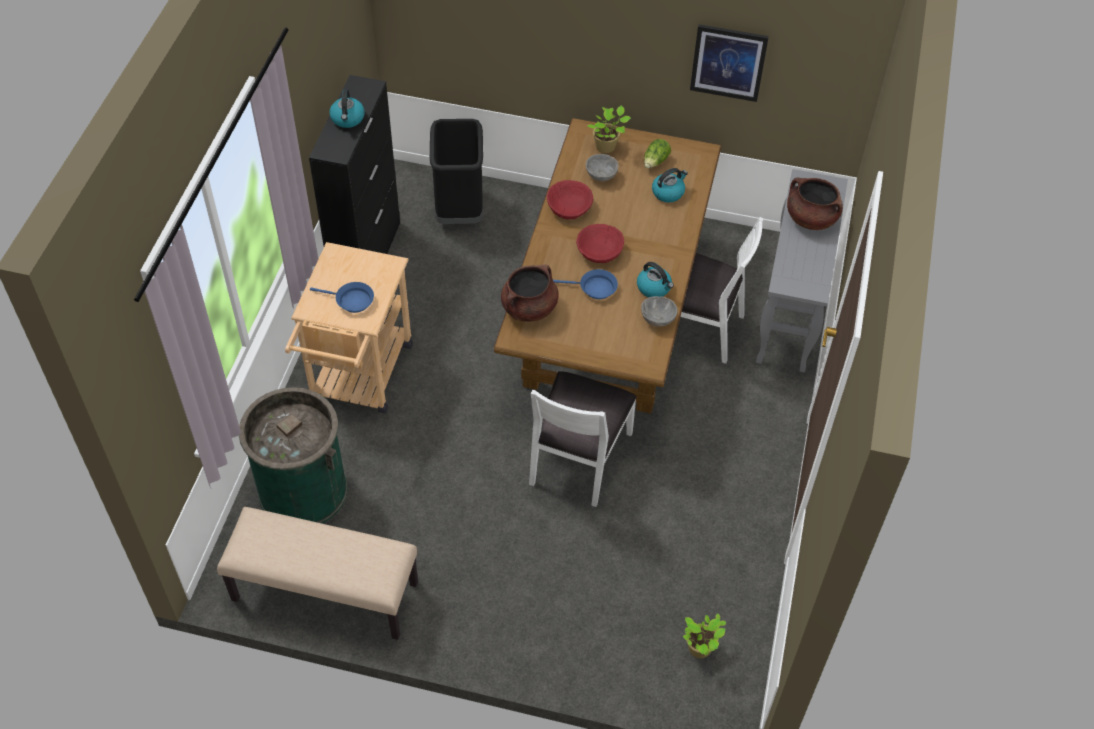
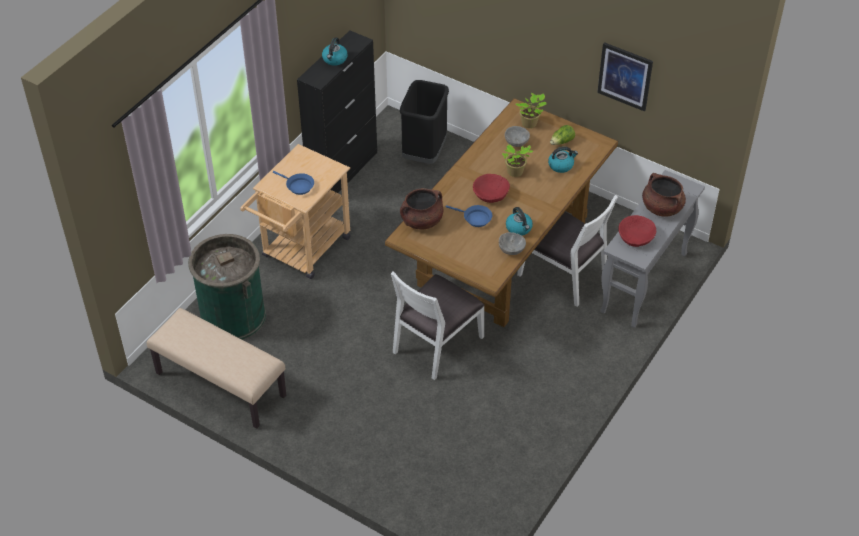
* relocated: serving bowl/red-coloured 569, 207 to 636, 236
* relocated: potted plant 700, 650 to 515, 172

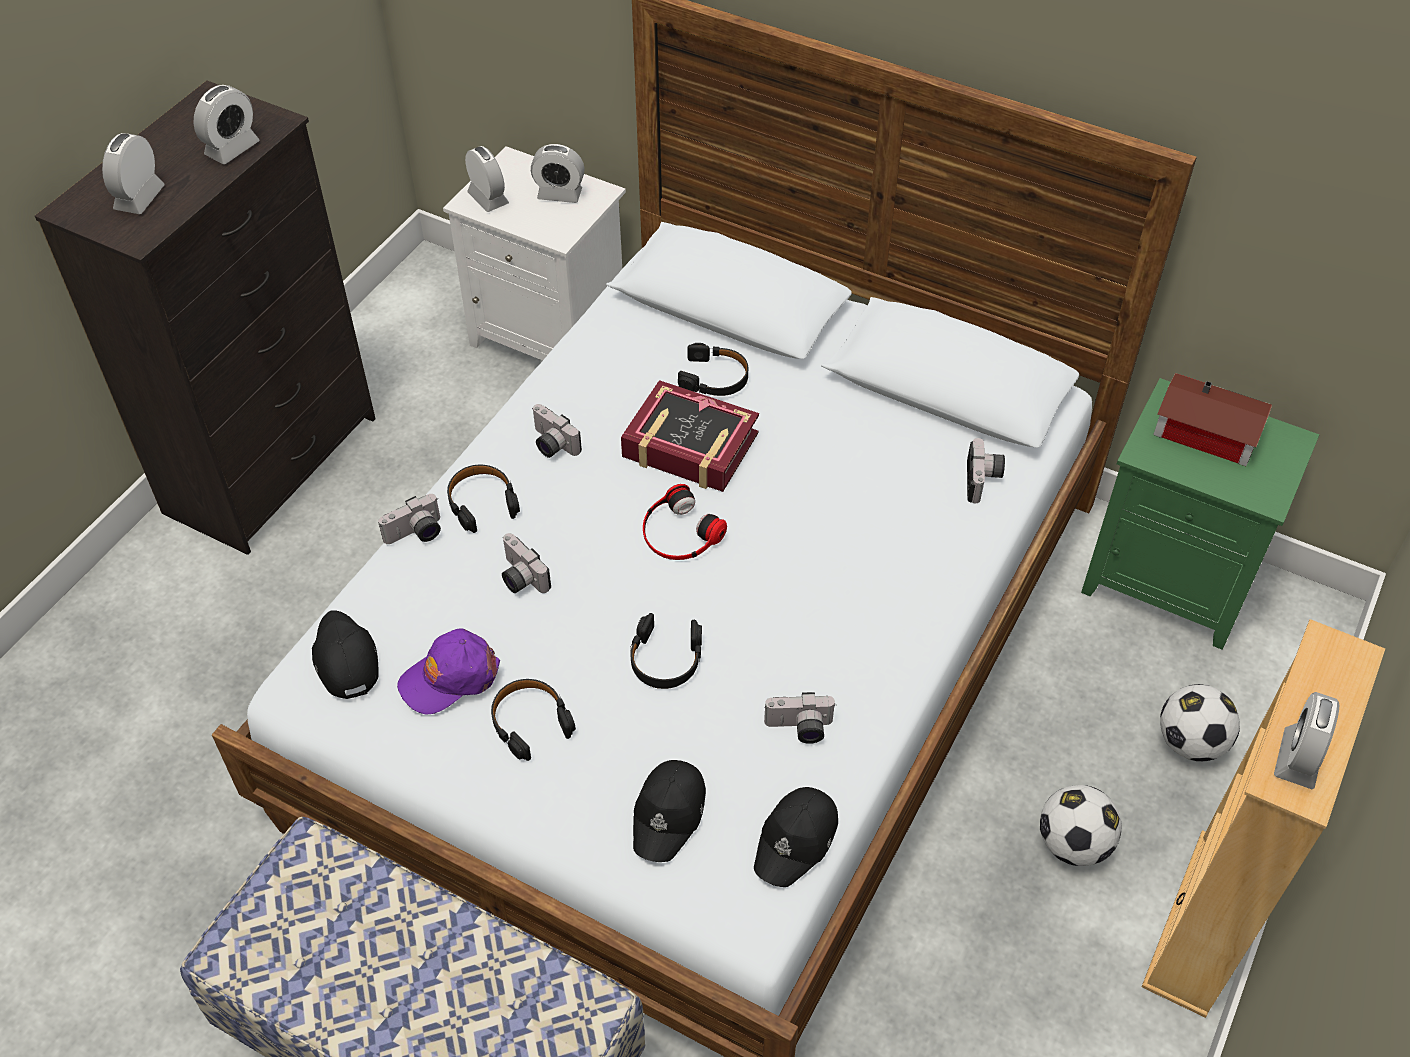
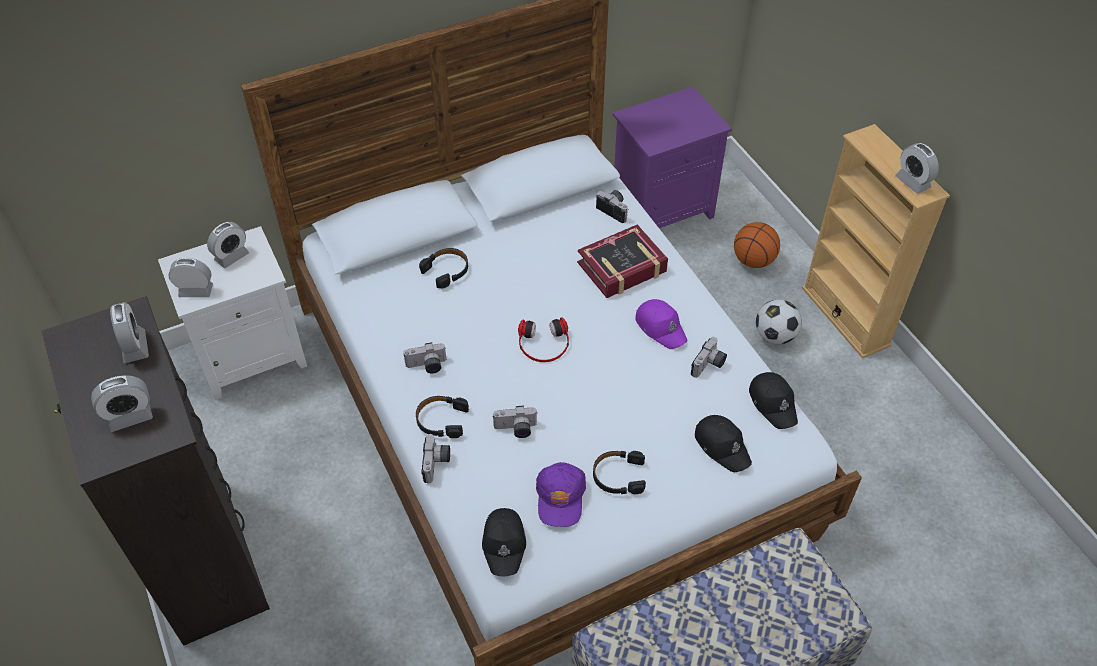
* spun: bedside clock 139, 198 = 130, 416 75 degrees counterclockwise
* missing: model house 1208, 435
* colour: night table/green 1172, 580 to night table/purple-coloured 662, 209
* relocated: volume 689, 446 to 622, 268
* spun: baseball cap/black-coloured 344, 659 = 505, 544 105 degrees counterclockwise
* missing: headset/black-coloured 665, 659
* exchanged: football ball 1190, 742 to basketball 753, 261
* appeared: baseball cap/purple-coloured 661, 327

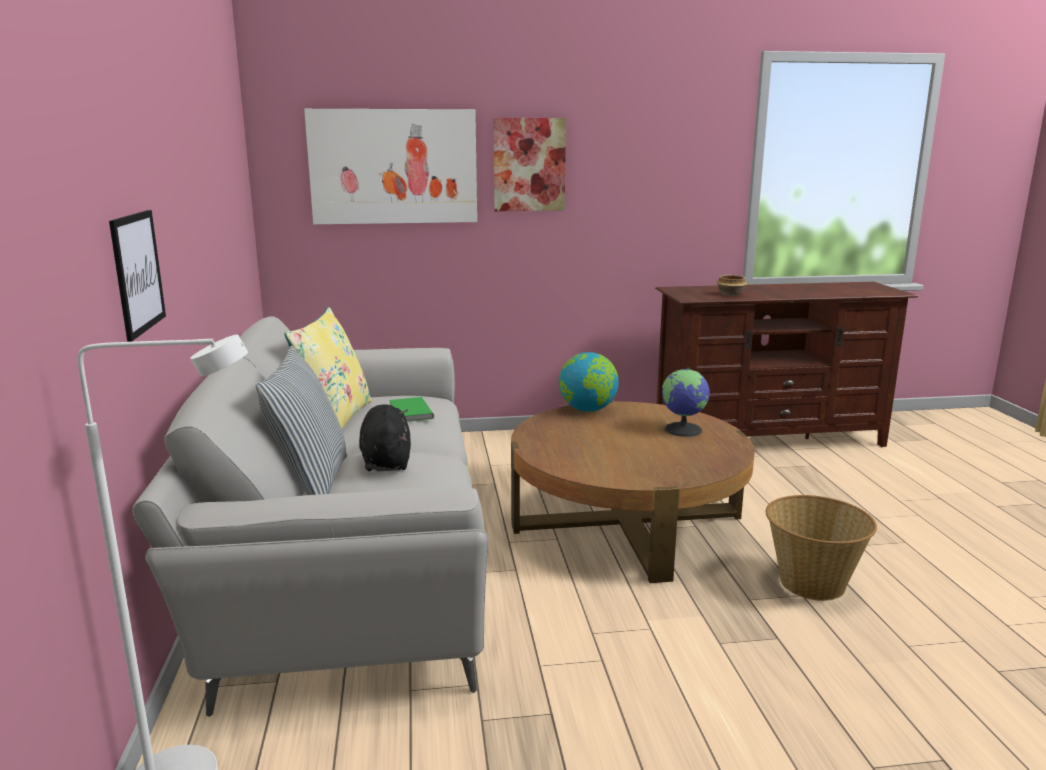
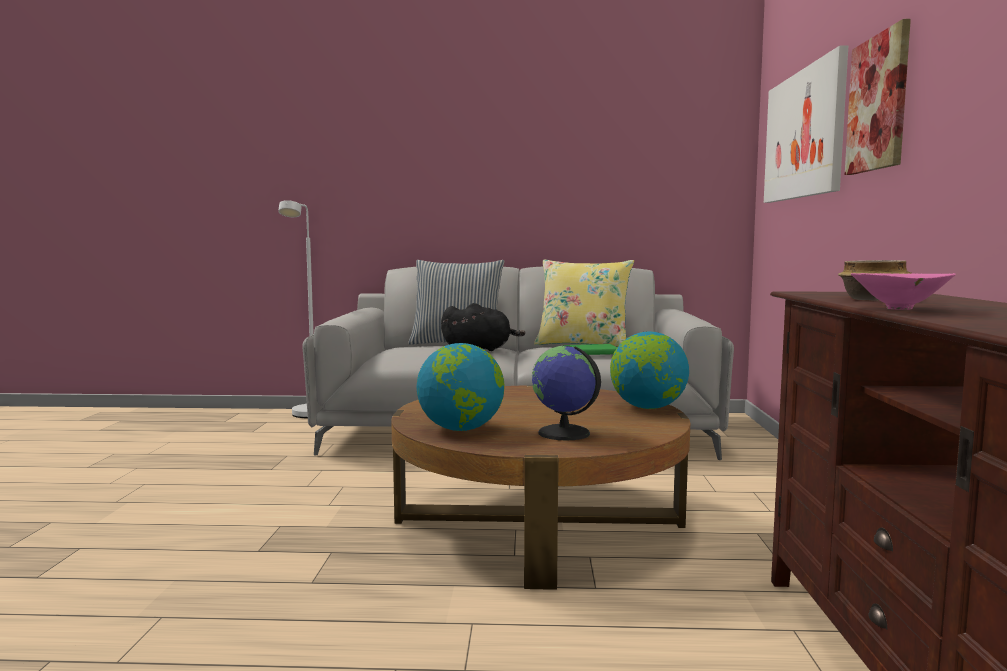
* missing: wall picture 137, 272
* missing: household basket 812, 582
* appeared: serving bowl/pink-coloured 899, 309
* appeared: globe 461, 429

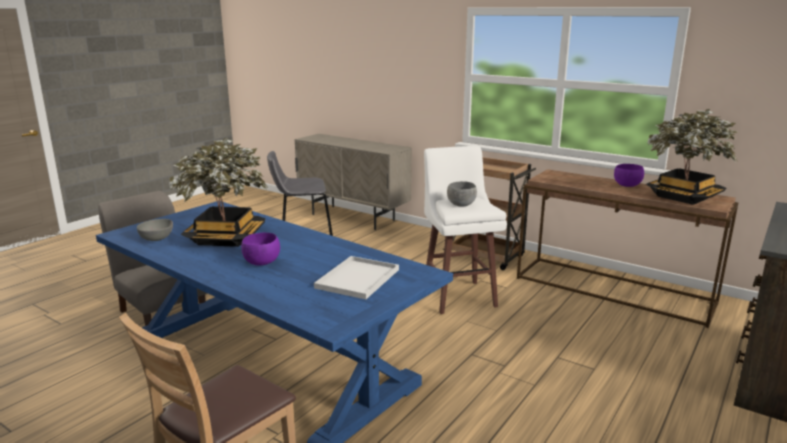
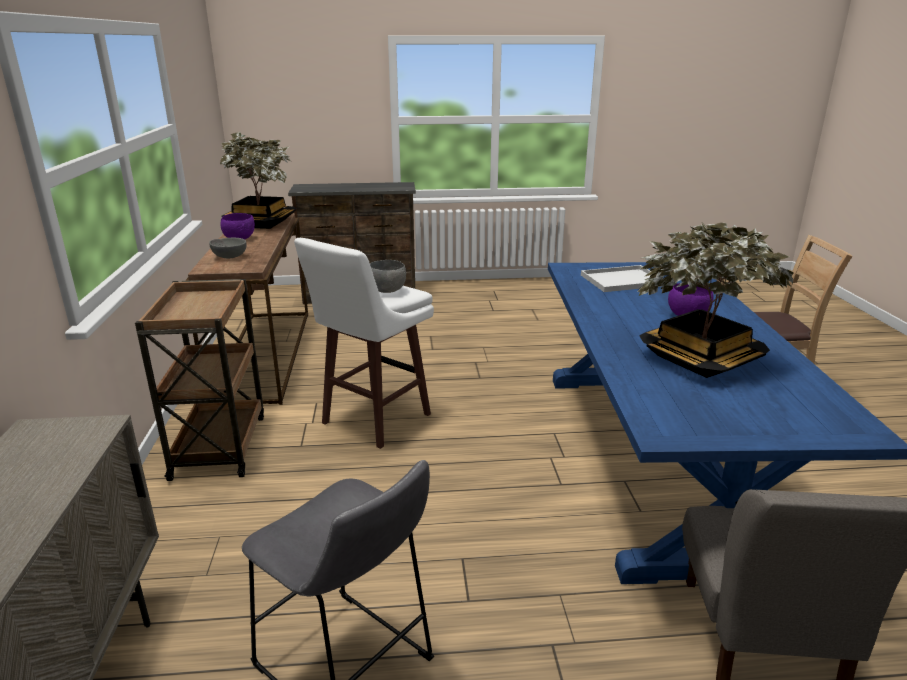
* relocated: serving bowl/greyish 158, 239 to 229, 257

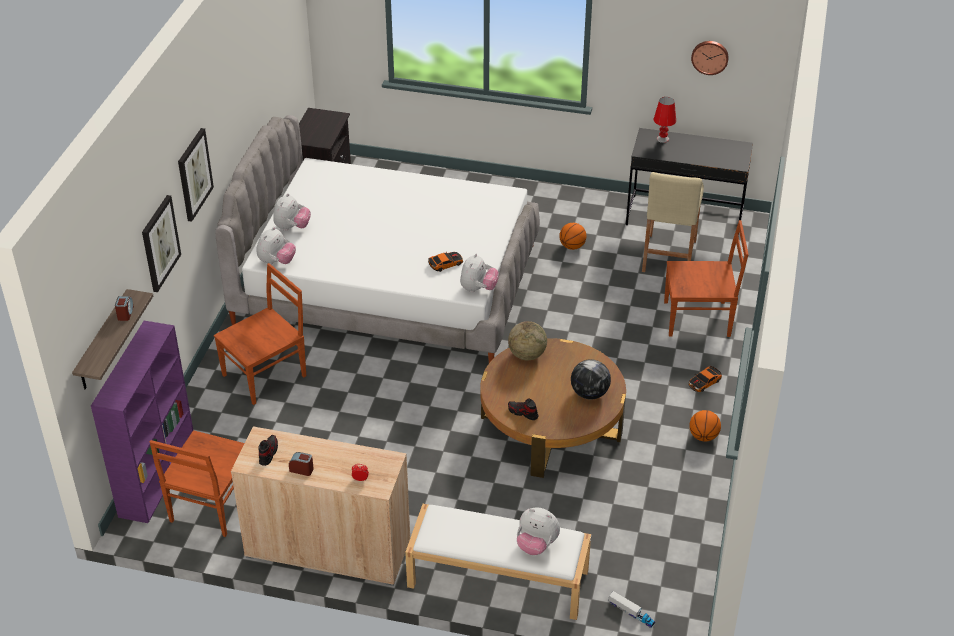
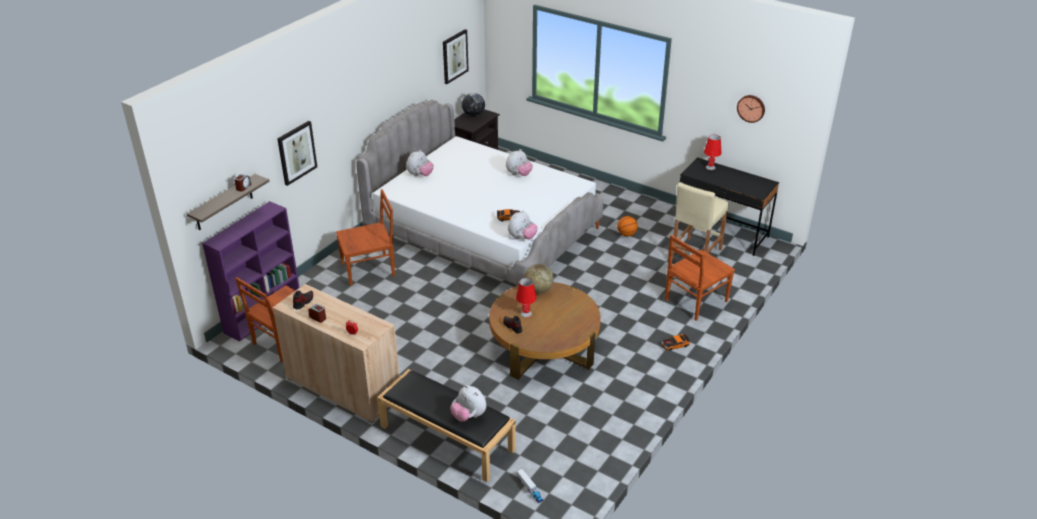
* relocated: wall picture 194, 174 to 454, 56
* spun: plain chair/brownish 699, 319 = 695, 301 120 degrees clockwise
* relocated: soft toy 276, 262 to 519, 174
* relocated: globe 589, 393 to 473, 115
* missing: basketball 703, 436
* colour: long seat/white 497, 578 to long seat/black-coloured 446, 438
* appeared: tabletop lamp/red-coloured 525, 313

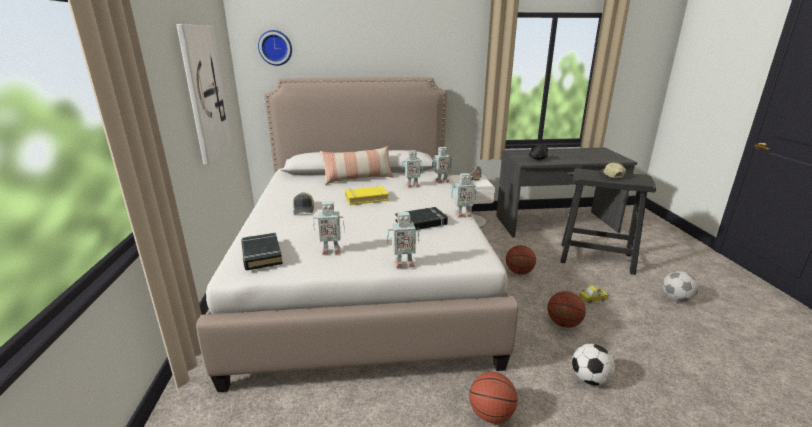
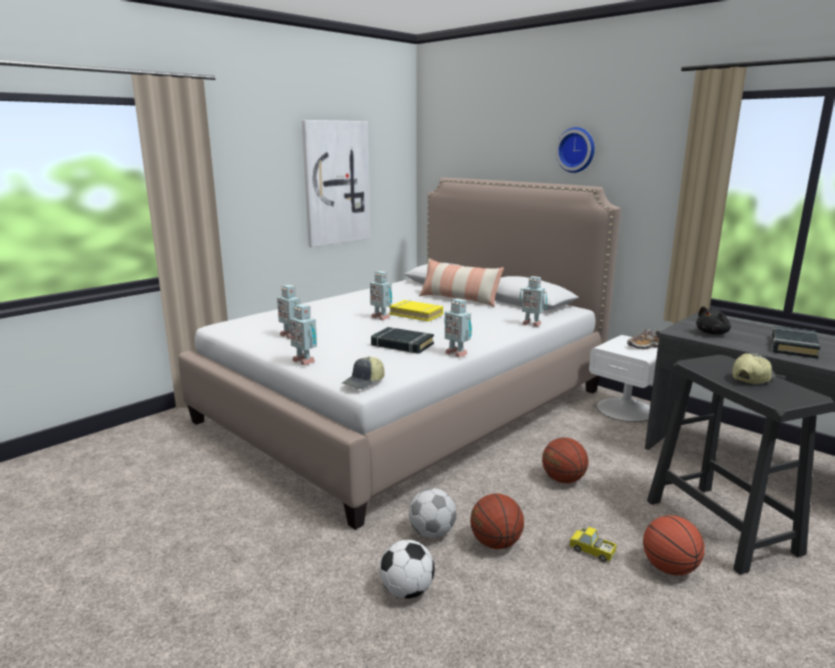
* relocated: clock on the wall 275, 48 to 576, 150
* relocated: toy robot 412, 185 to 381, 317
* relocated: baseball cap 304, 209 to 364, 382
* relocated: volume/black-coloured 261, 255 to 792, 346
* relocated: football ball 676, 299 to 432, 533
* relocated: basketball 491, 414 to 669, 568

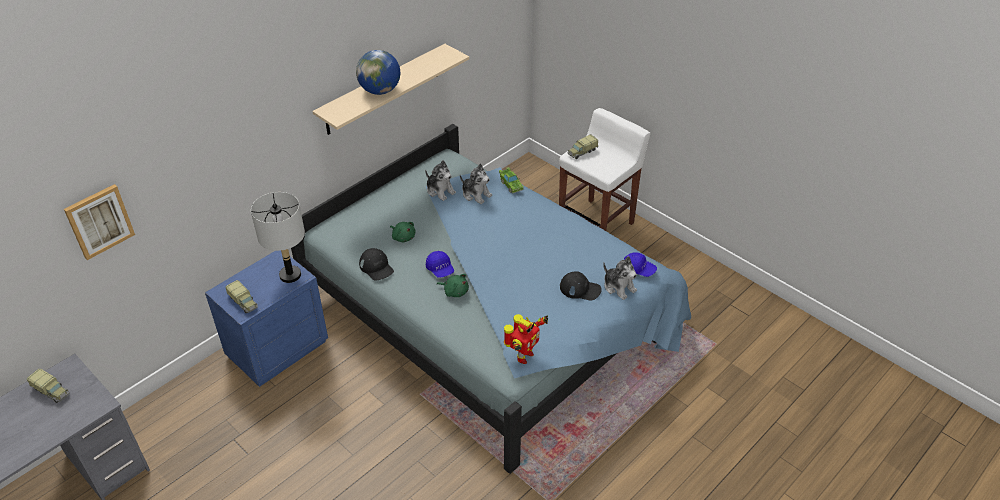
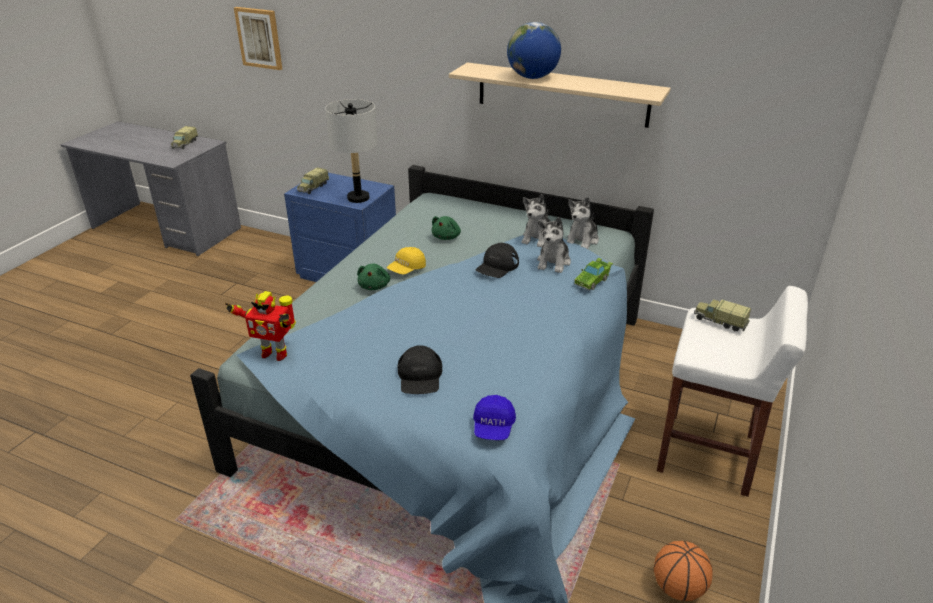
* relocated: baseball cap/black-coloured 376, 267 to 497, 266
* colour: baseball cap/blue-coloured 440, 269 to baseball cap/yellowish 406, 269
* relocated: soft toy 619, 287 to 582, 240
* appeared: basketball 678, 588

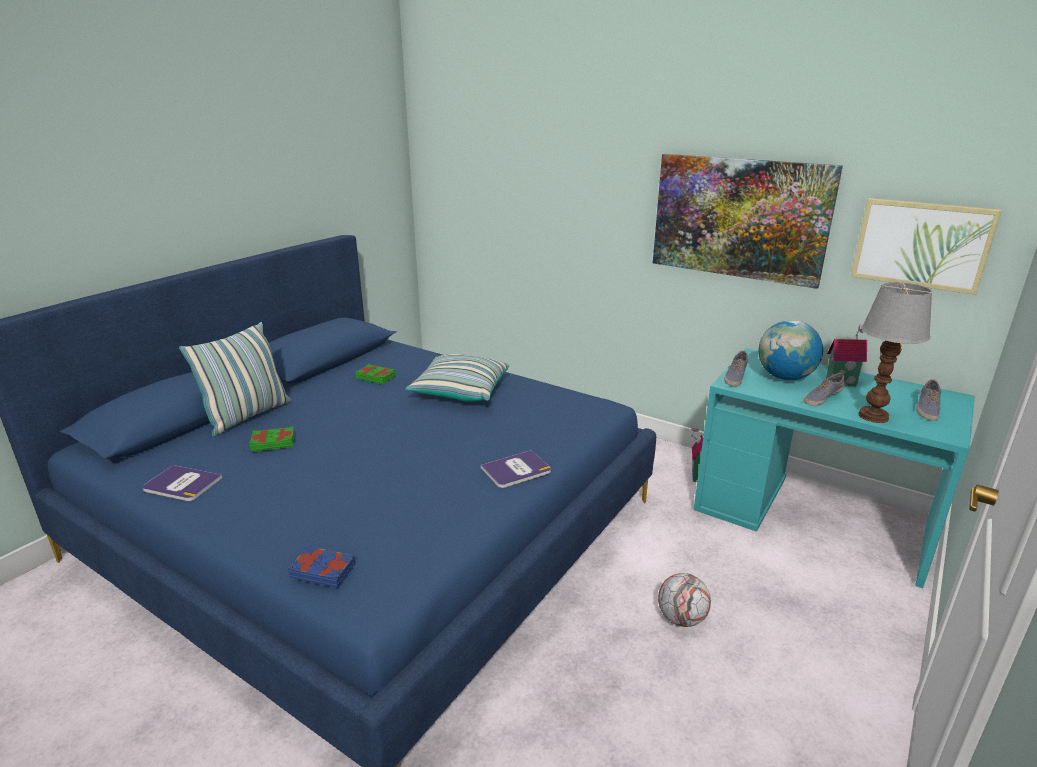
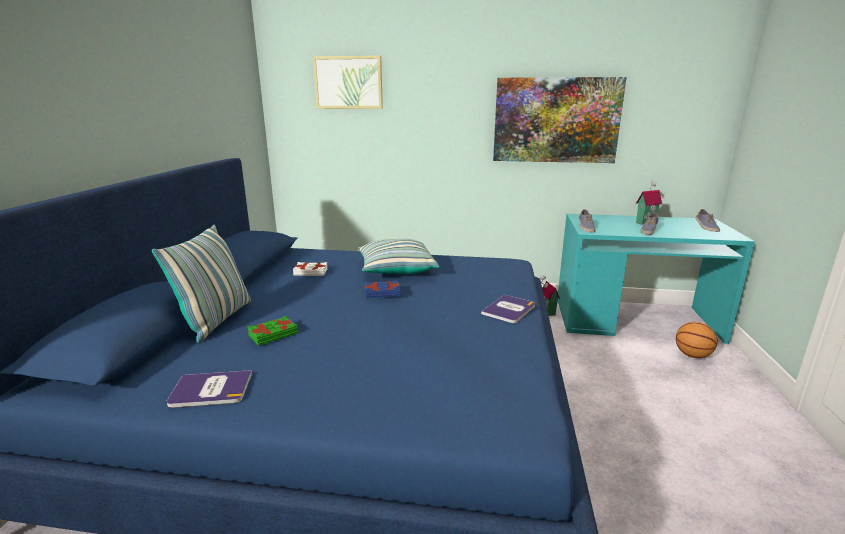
* relocated: wall picture 921, 244 to 348, 82
* missing: tabletop lamp 874, 417
* missing: globe 785, 377
* colour: volume/green 376, 377 to volume/white 311, 272
* relocated: volume/blue-coloured 323, 570 to 382, 292
* missing: football ball 681, 618
* appeared: basketball 692, 355

